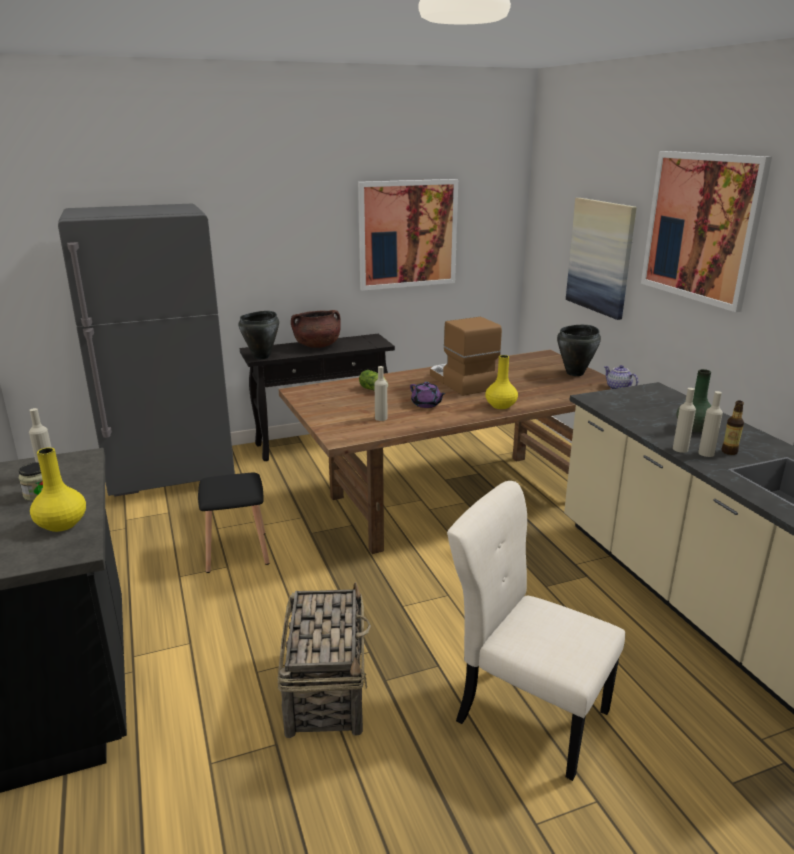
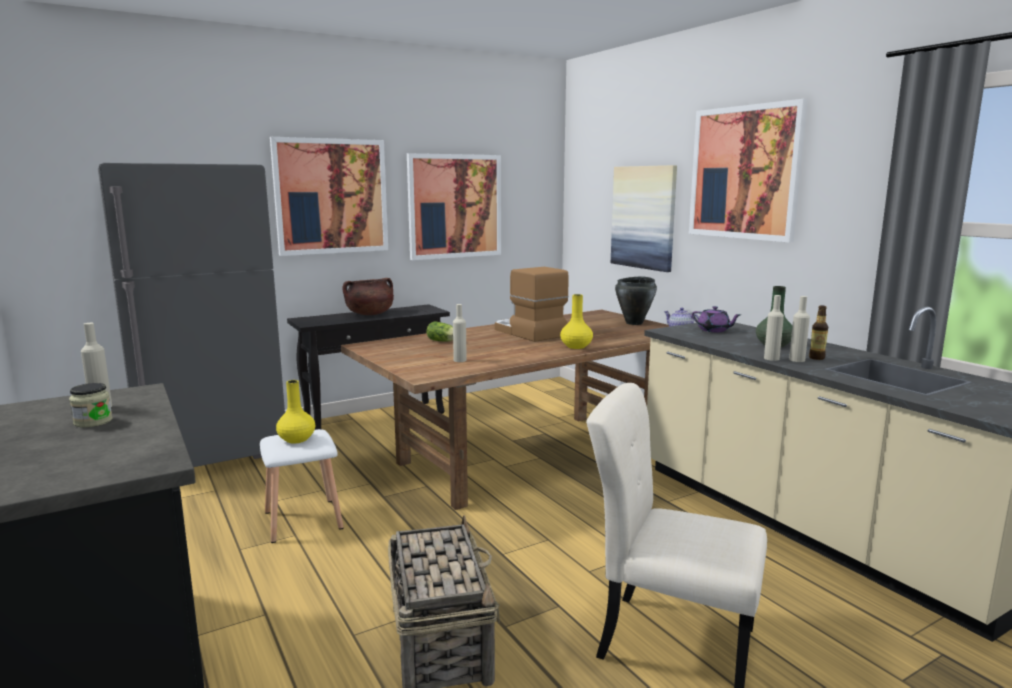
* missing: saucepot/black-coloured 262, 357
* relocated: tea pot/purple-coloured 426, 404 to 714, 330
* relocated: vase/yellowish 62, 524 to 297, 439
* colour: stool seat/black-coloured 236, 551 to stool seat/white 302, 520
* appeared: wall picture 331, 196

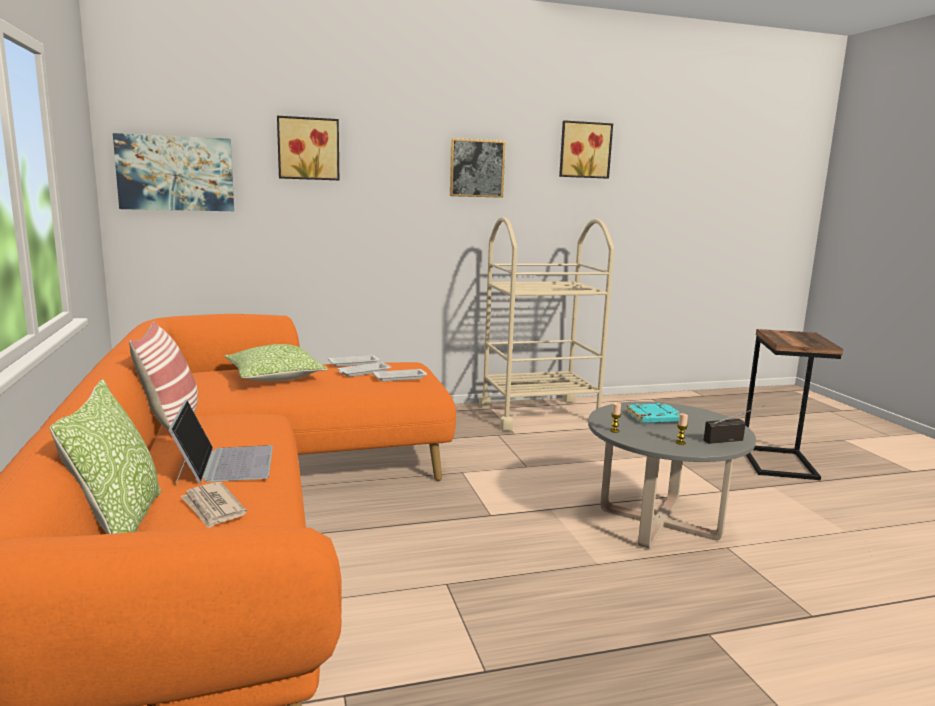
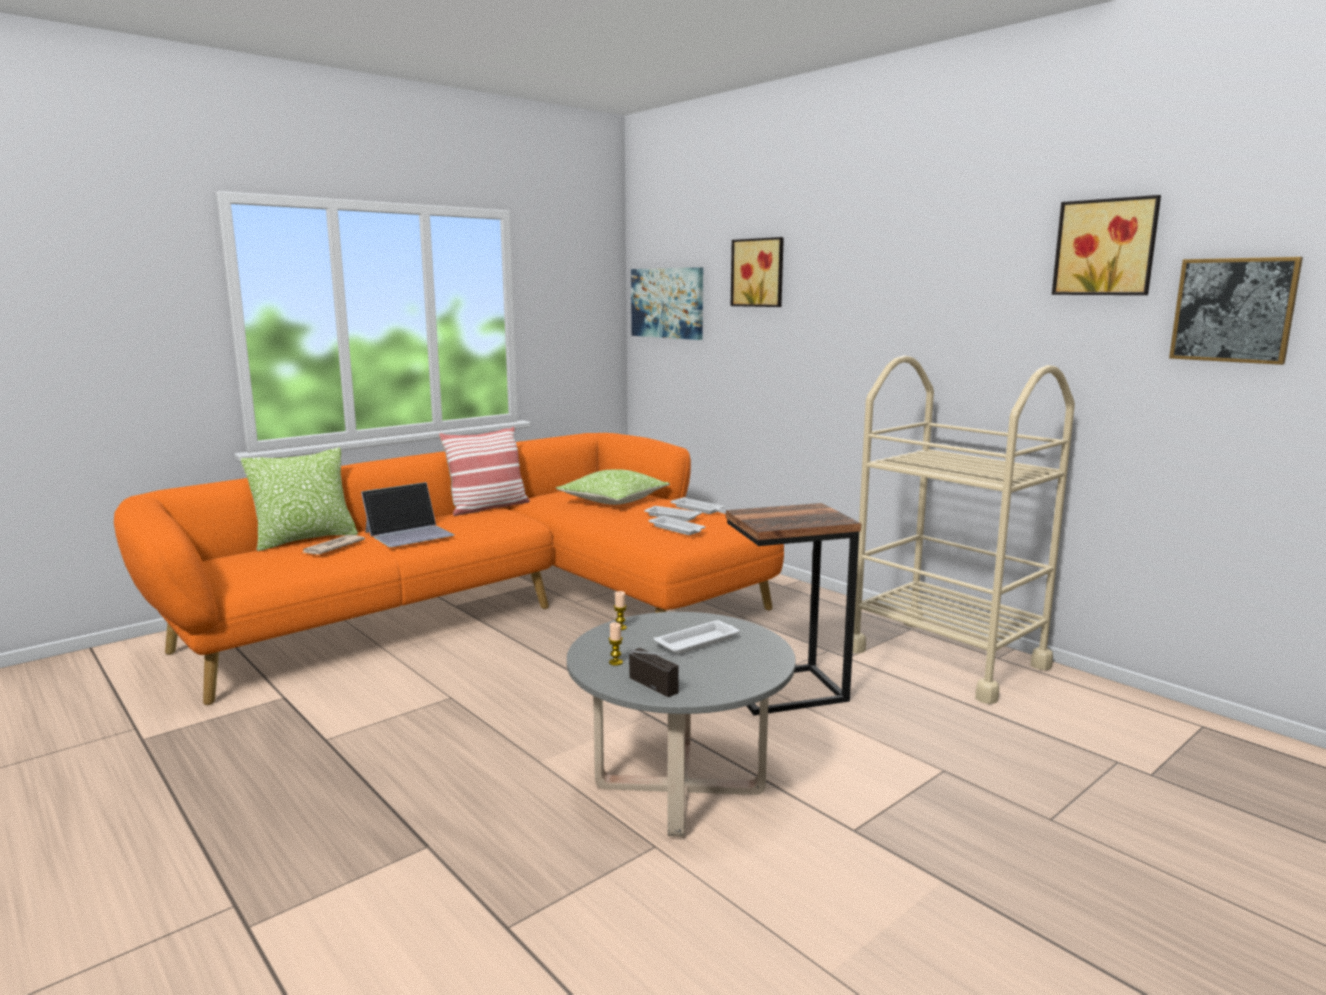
* relocated: wall picture 476, 168 to 1233, 310
* relocated: side table 780, 463 to 787, 691
* exchanged: volume/turquoise 654, 418 to tray/white 698, 642

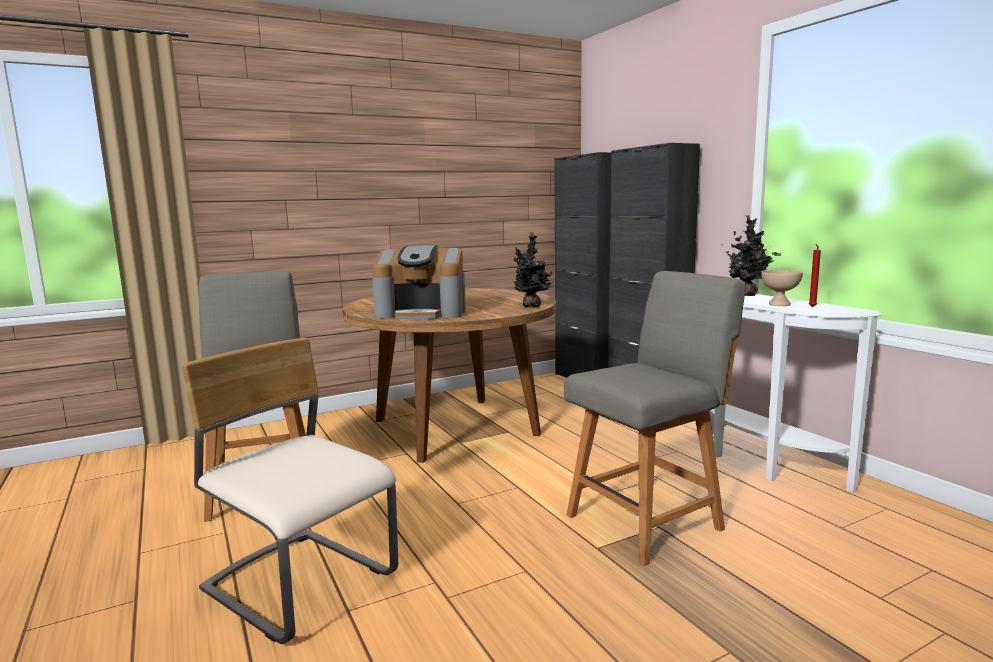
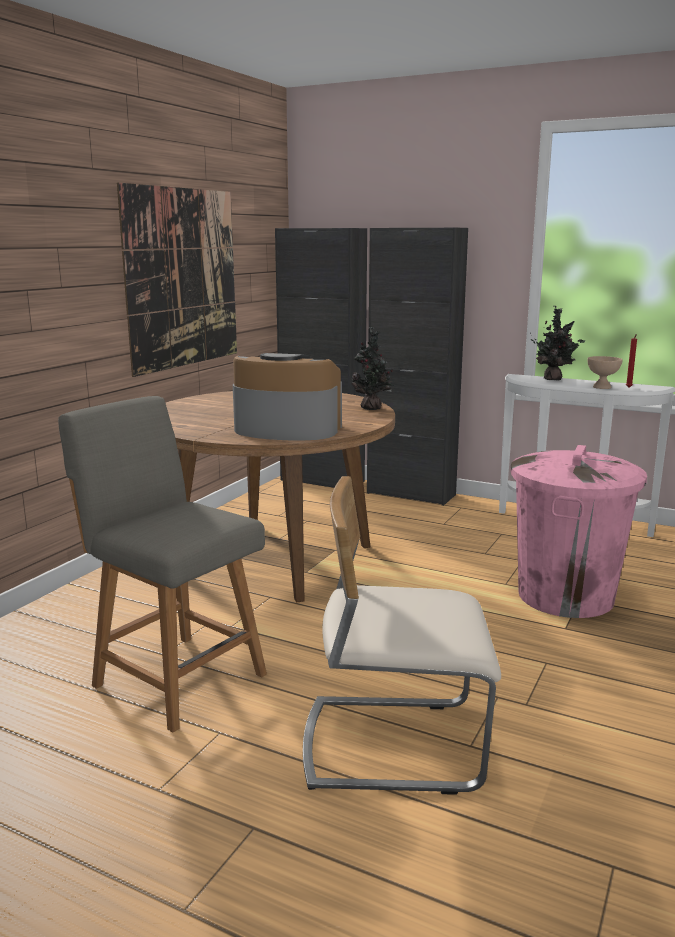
* spun: coffee machine 422, 313 = 286, 430 135 degrees counterclockwise
* exchanged: plain chair/greyish 648, 520 to trash can/pink-coloured 566, 596
* appeared: wall picture 183, 278

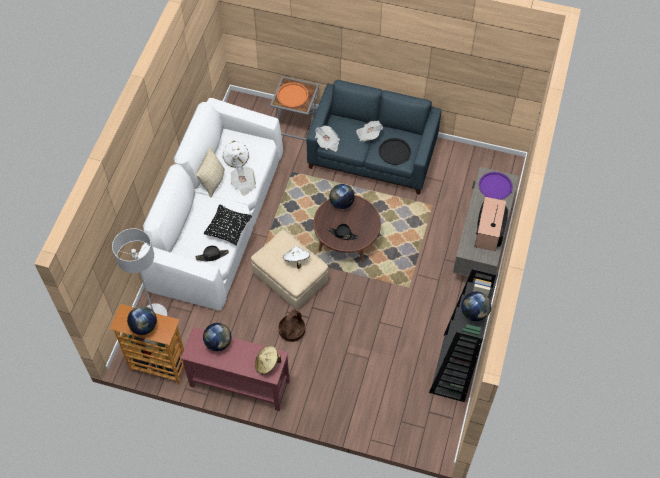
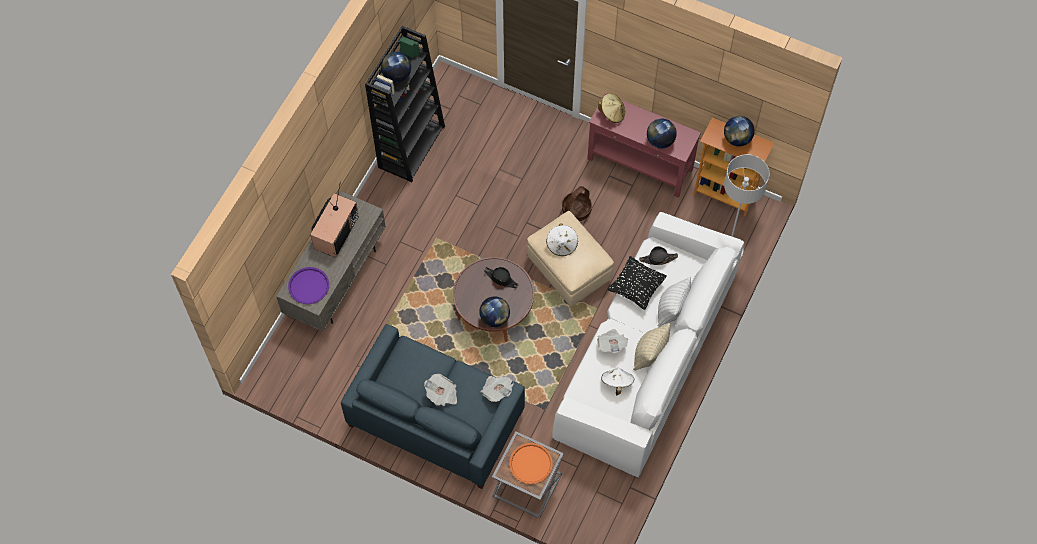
* missing: tray/black-coloured 394, 151
* appeared: cushion/white 671, 310

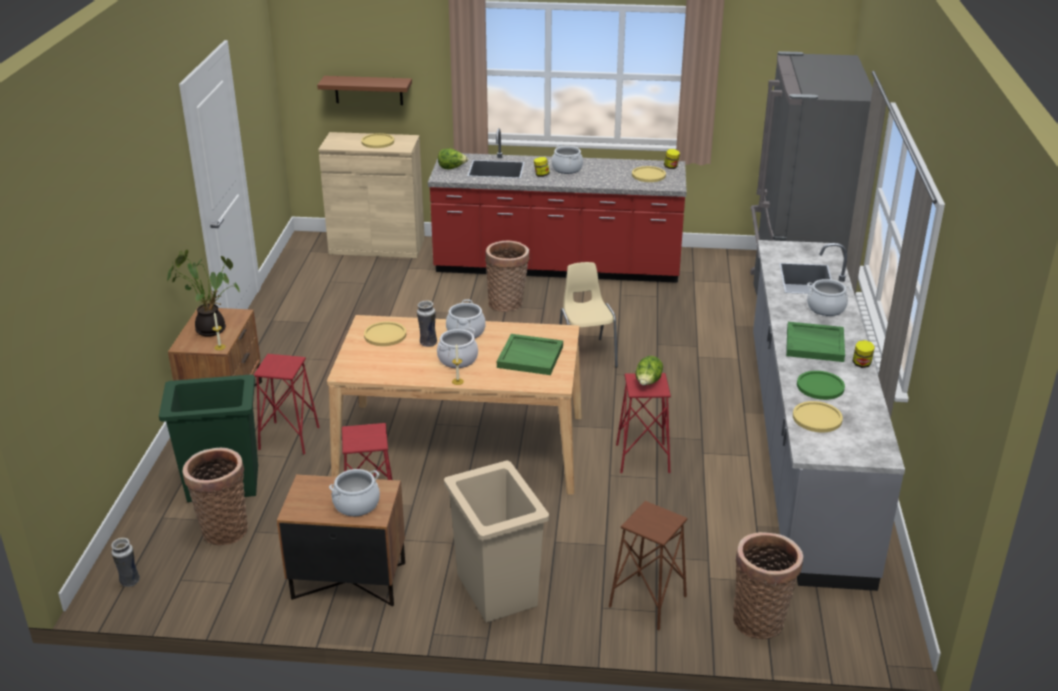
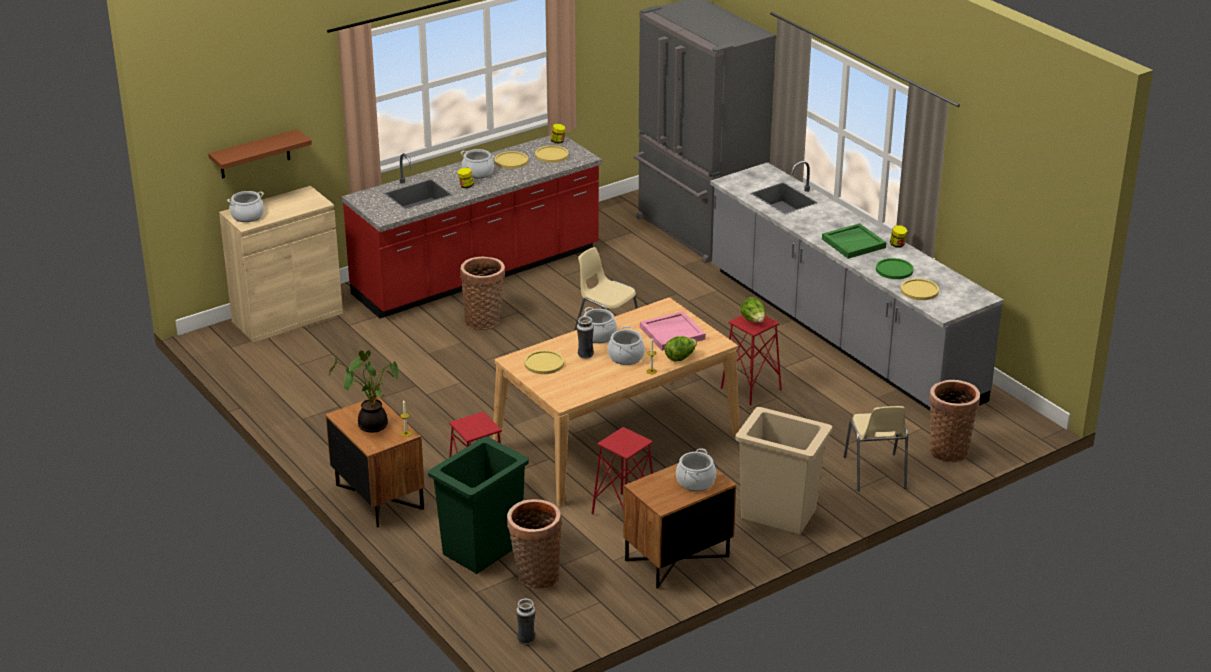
* relocated: flat dish/yellowish 377, 142 to 511, 161
* relocated: head of lettuce 452, 168 to 680, 357
* relocated: saucepot 826, 308 to 247, 216
* colour: tray/green 531, 357 to tray/pink-coloured 672, 333
* exchanged: stool seat/brownish 647, 602 to plain chair/beige 875, 473

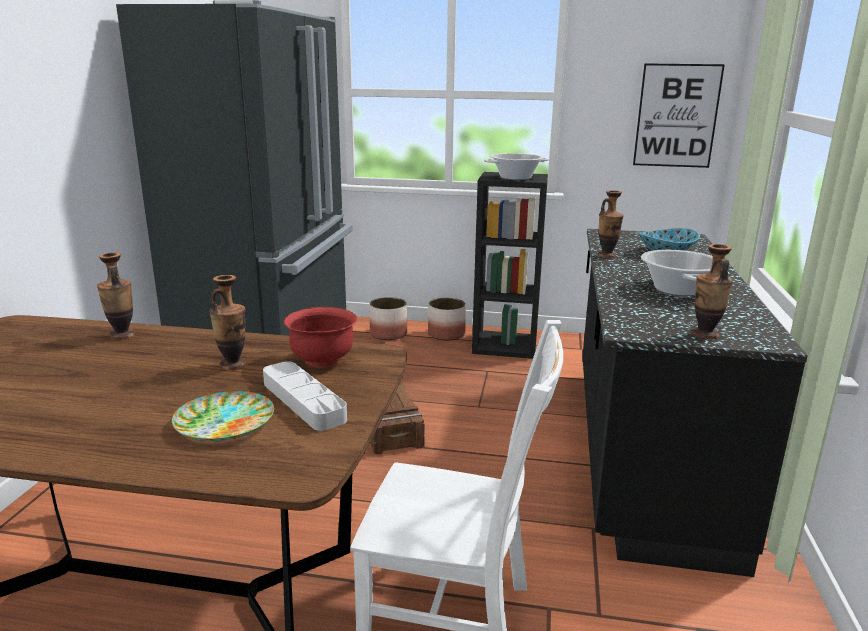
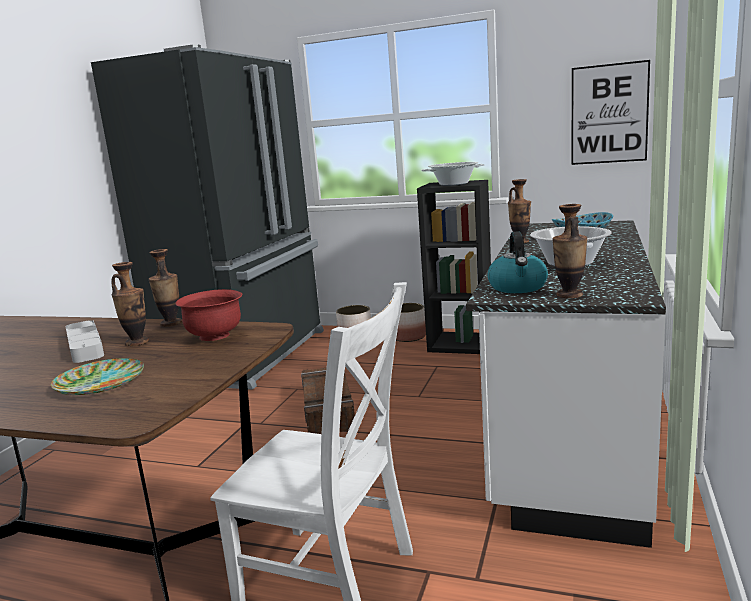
* colour: counter/black-coloured 642, 450 to counter/white 568, 431
* relocated: vase 122, 335 to 171, 323
* relocated: tray/greyish 303, 401 to 85, 346
* appeared: water kettle 518, 287

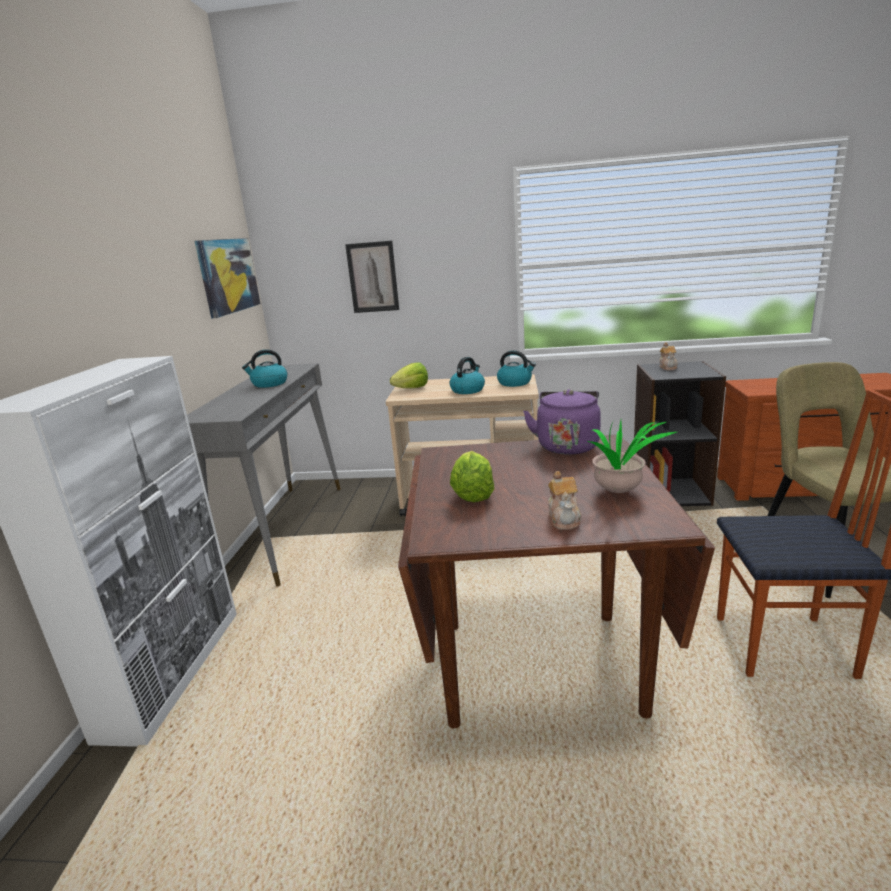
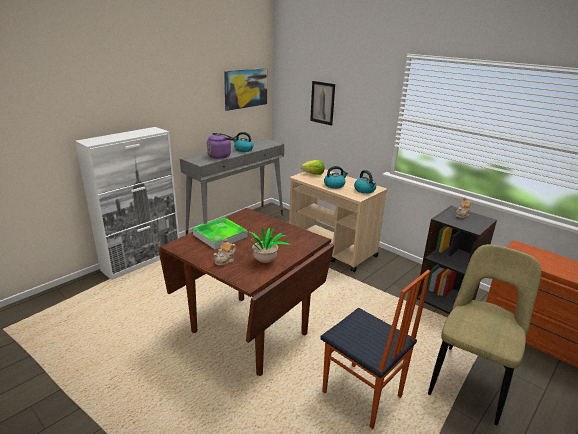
* relocated: water kettle/purple-coloured 567, 445 to 220, 155
* exchanged: head of lettuce 473, 494 to tray 220, 235

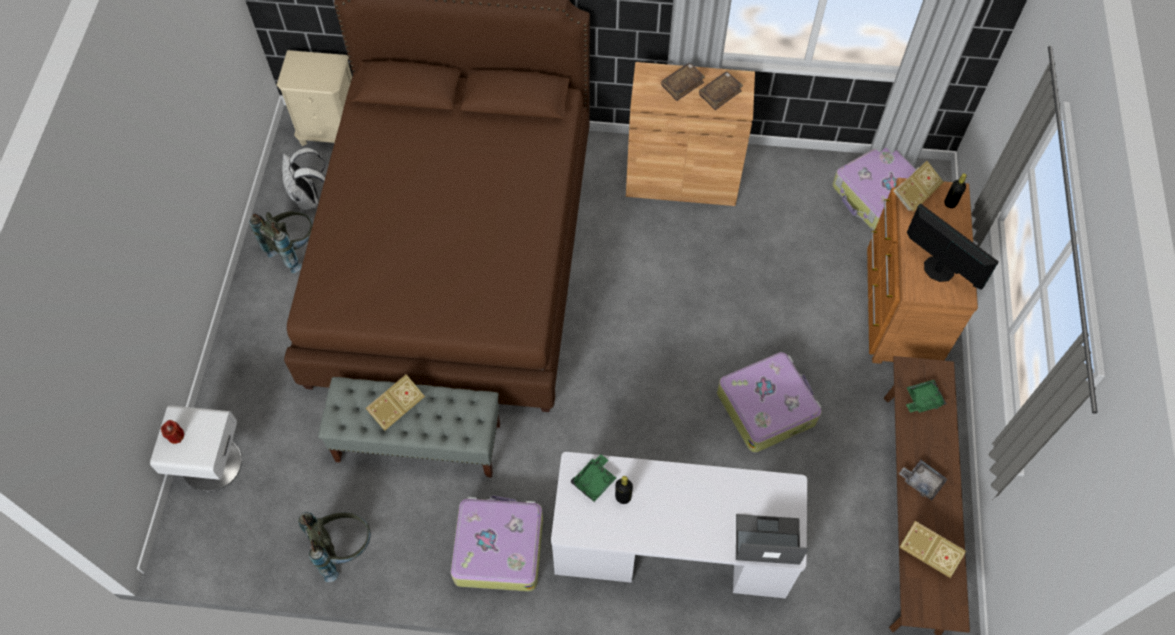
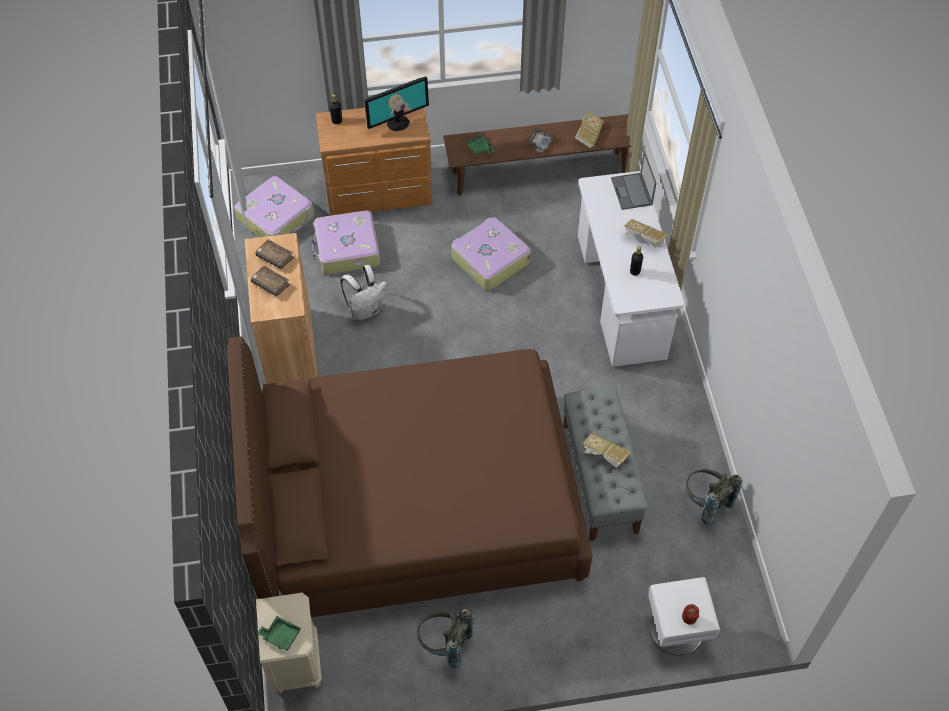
* relocated: backpack/white 309, 199 to 366, 310
* relocated: volume 914, 193 to 643, 239
* spun: computer screen 938, 269 = 398, 122 150 degrees counterclockwise
* relocated: tray/green 594, 481 to 281, 635
* relocated: travel case 498, 548 to 347, 249

